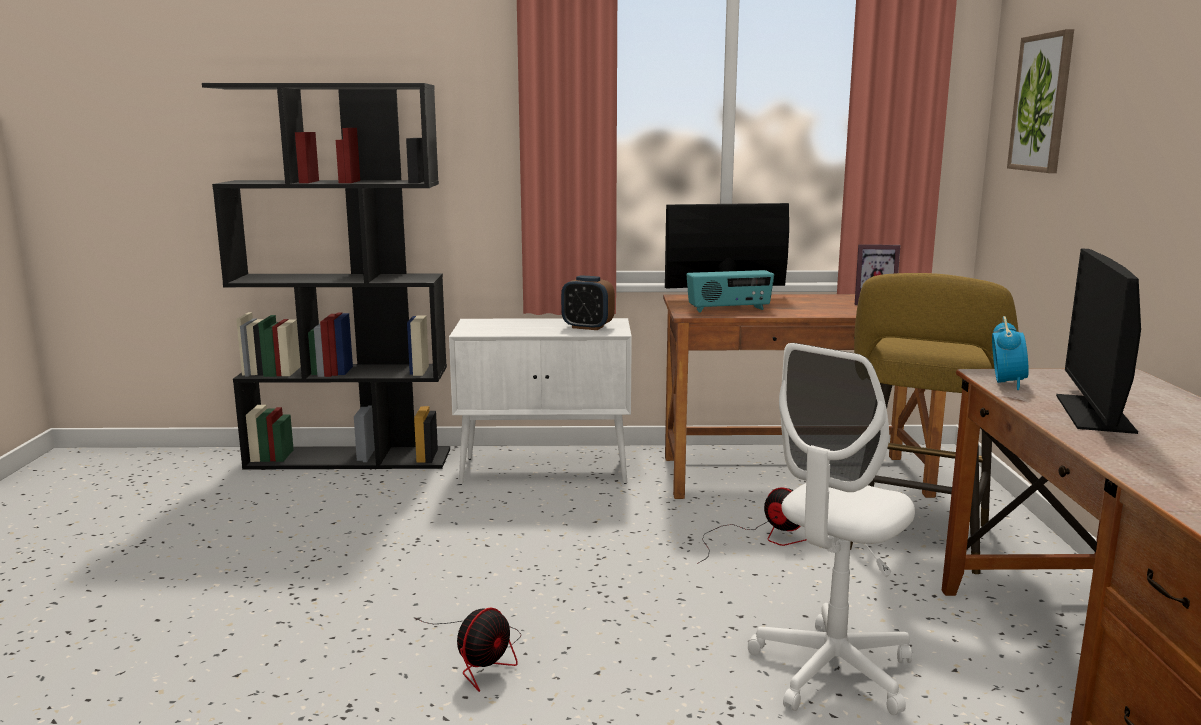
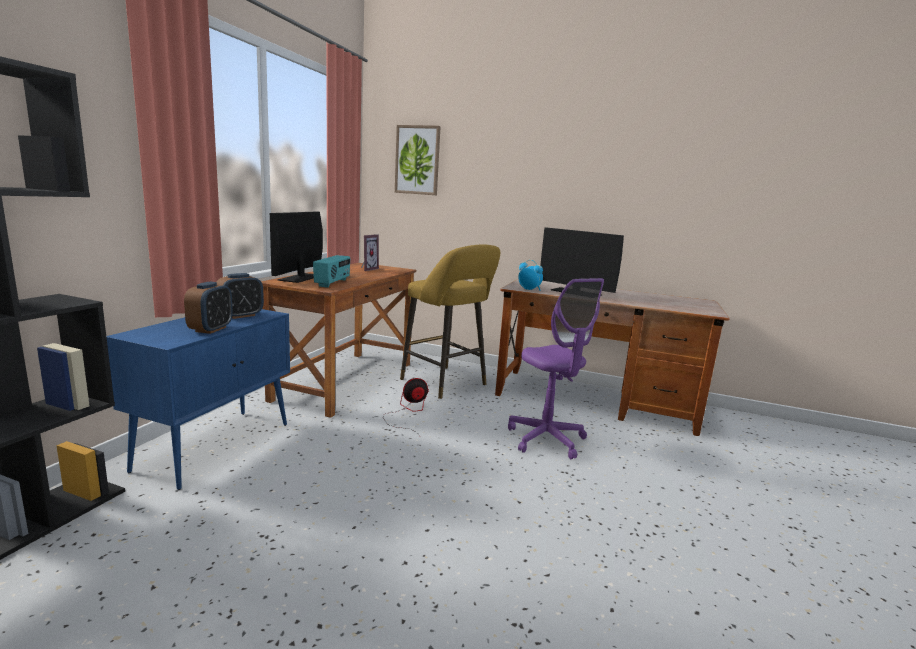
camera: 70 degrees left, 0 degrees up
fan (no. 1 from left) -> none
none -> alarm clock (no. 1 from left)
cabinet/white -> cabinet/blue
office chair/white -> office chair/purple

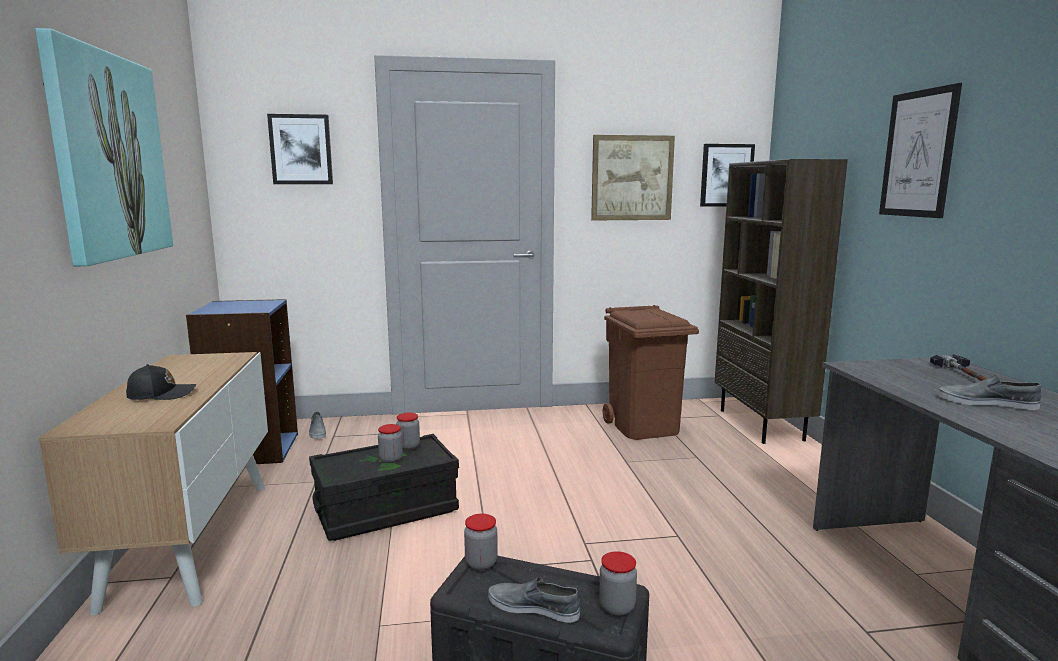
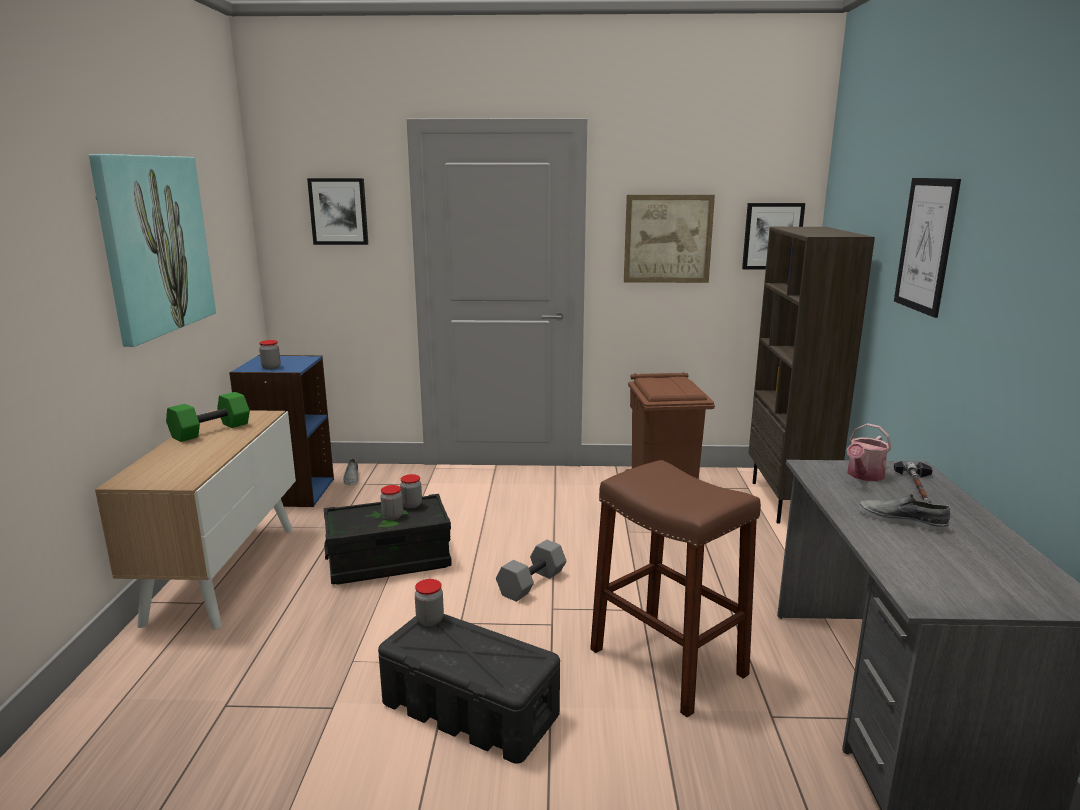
camera: 10 degrees right, 5 degrees up
cap/black -> none
shoe/grey (no. 2 from left) -> none
none -> dumbbell/green
none -> dumbbell/grey
none -> stool/brown
none -> watering can
jar (no. 4 from left in the first image) -> jar (no. 1 from left), shifted

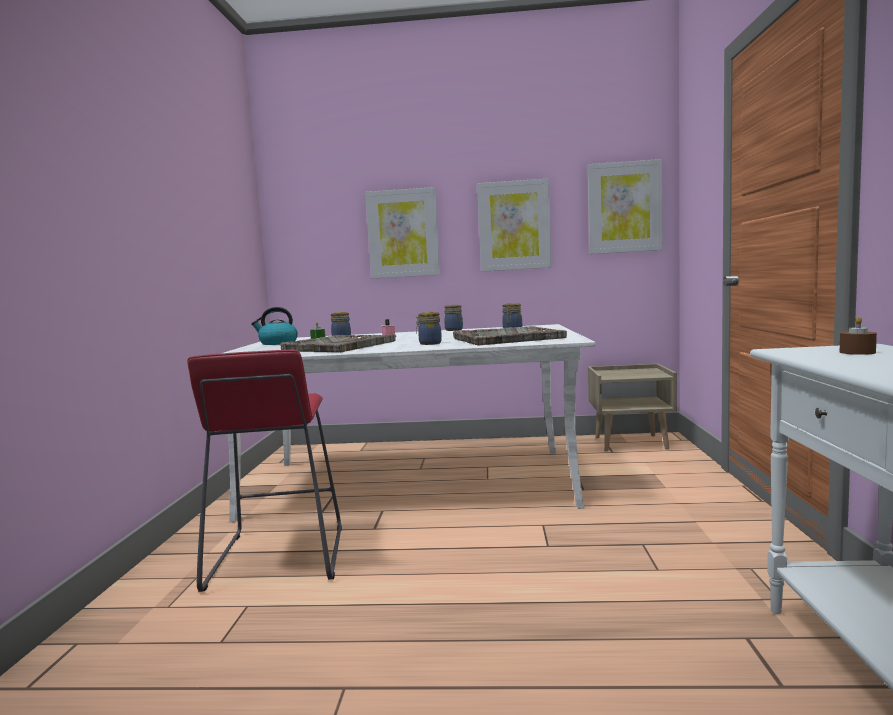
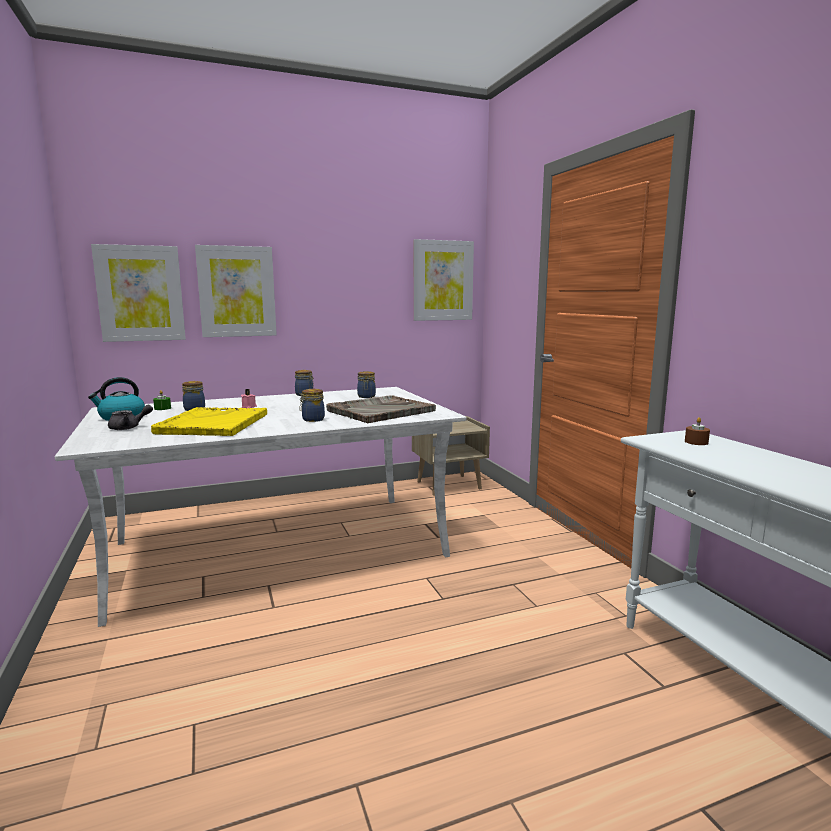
camera: 25 degrees left, 5 degrees up
stool/red -> none
none -> teapot/grey
picture (no. 2 from left in the first image) -> picture (no. 1 from left), shifted
tray/grey (no. 1 from left) -> tray/yellow

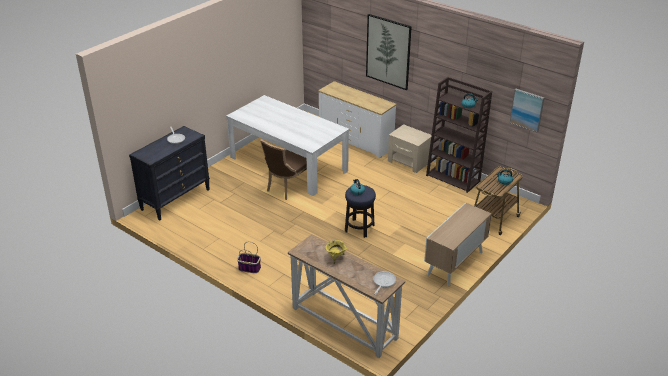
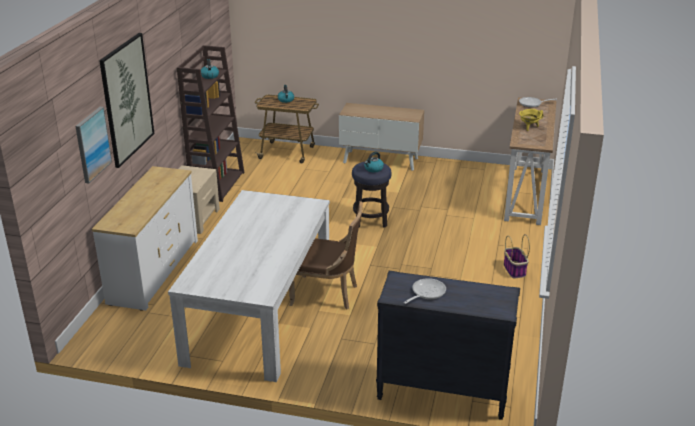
camera: 115 degrees left, 5 degrees down
picture (no. 2 from left in the first image) -> picture (no. 1 from left), shifted

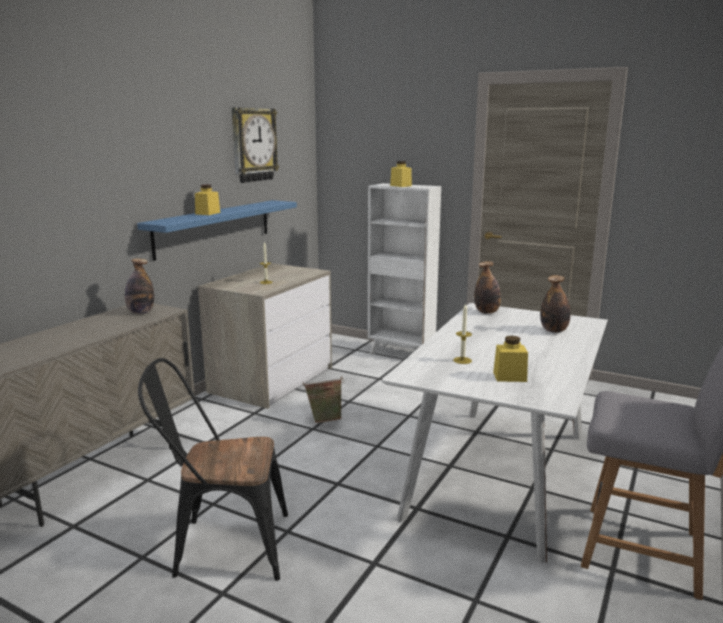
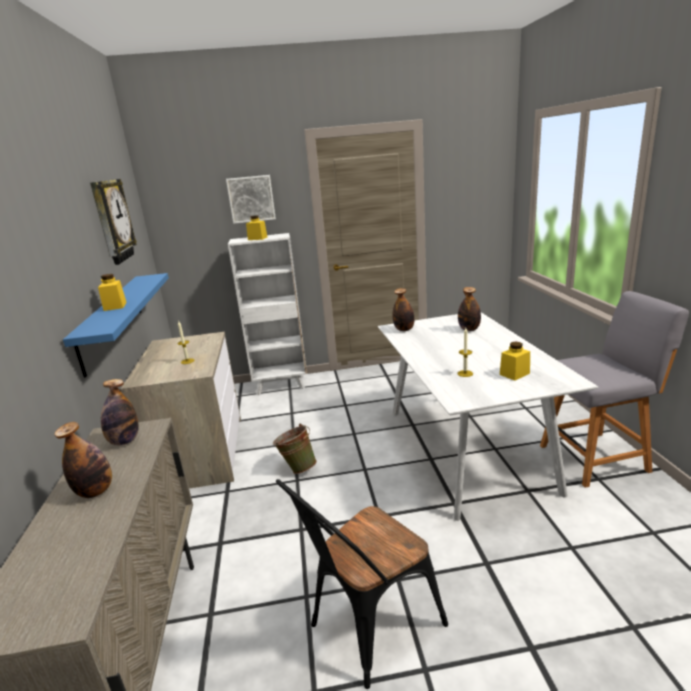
camera: 35 degrees left, 5 degrees up
none -> bottle (no. 1 from left)
none -> picture

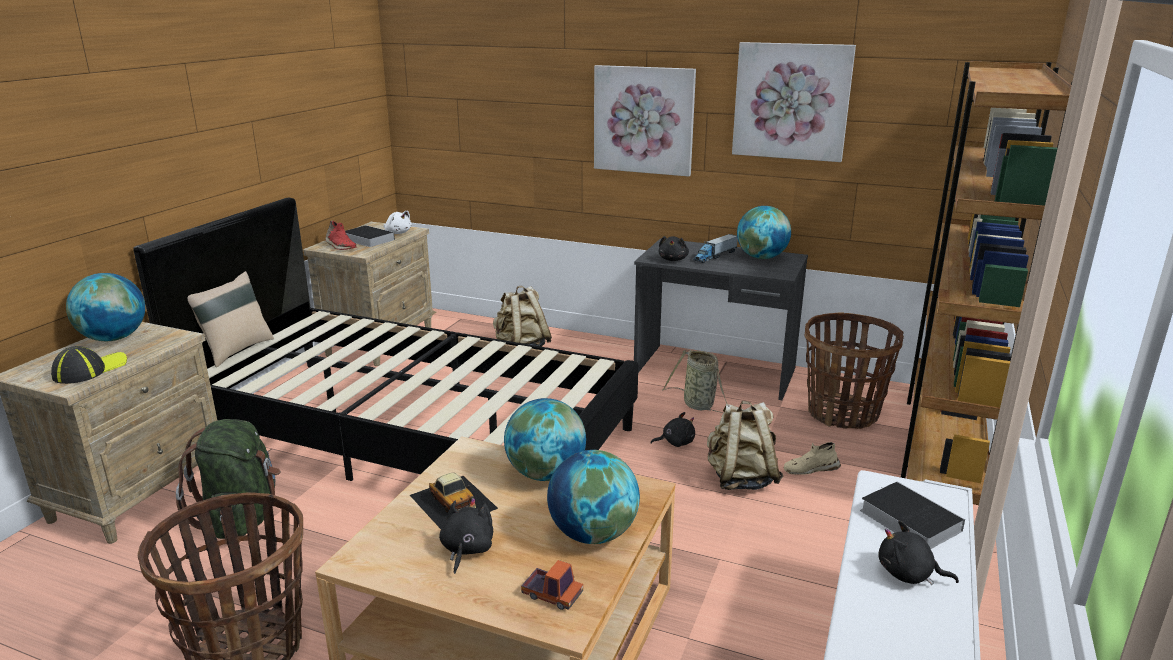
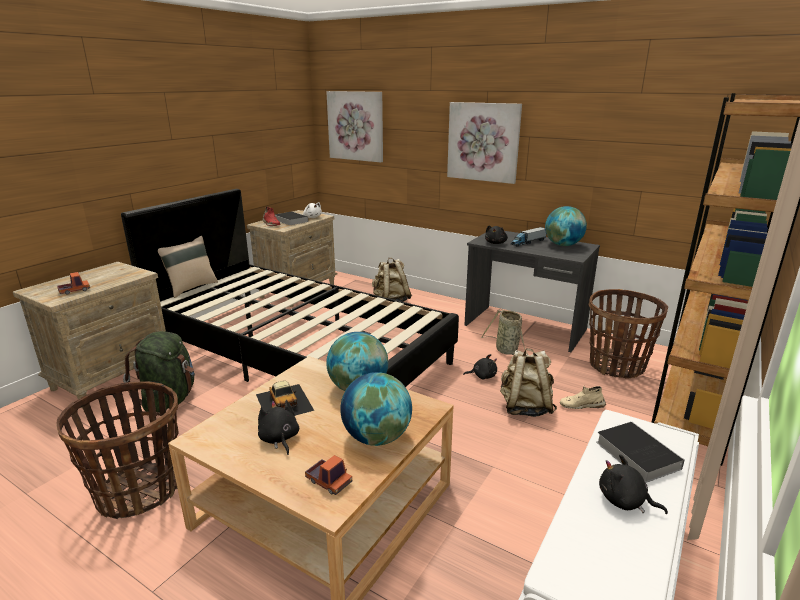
camera: 10 degrees right, 0 degrees up
globe (no. 1 from left) -> none
picture (no. 2 from left in the first image) -> picture (no. 1 from left), shifted
cap -> toy truck (no. 1 from left)
plush toy/black (no. 1 from left), 45 degrees counterclockwise

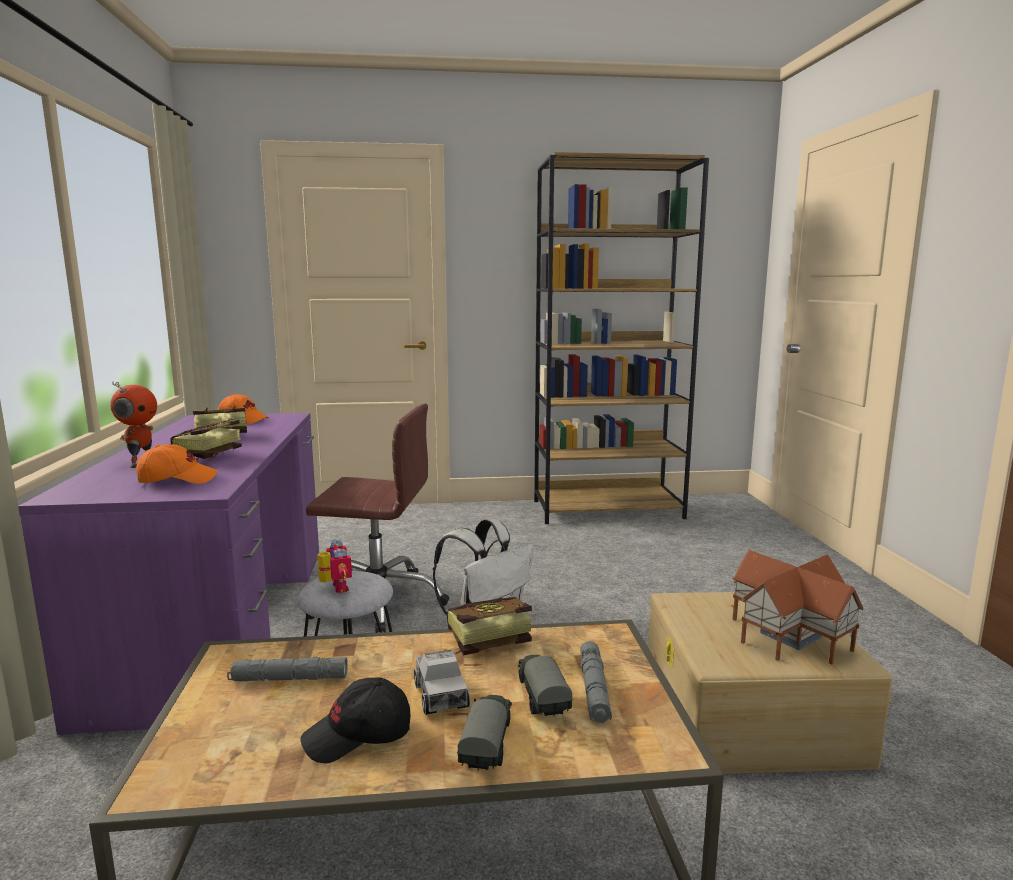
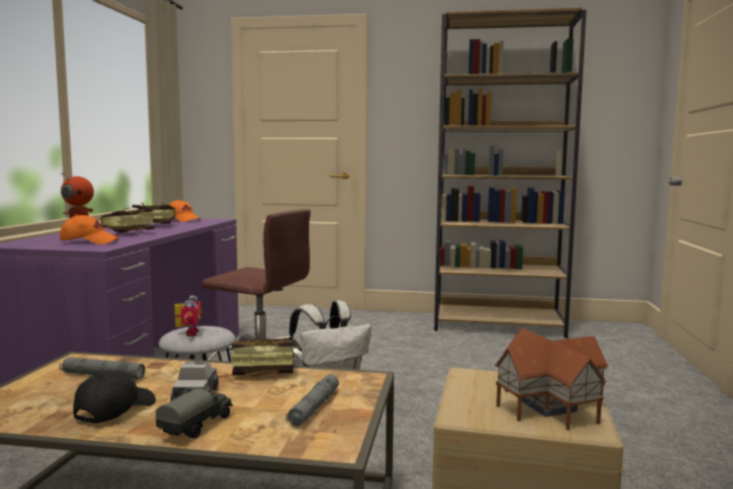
camera: 15 degrees right, 5 degrees down
toy truck (no. 3 from left) -> none
cap/black, 120 degrees clockwise

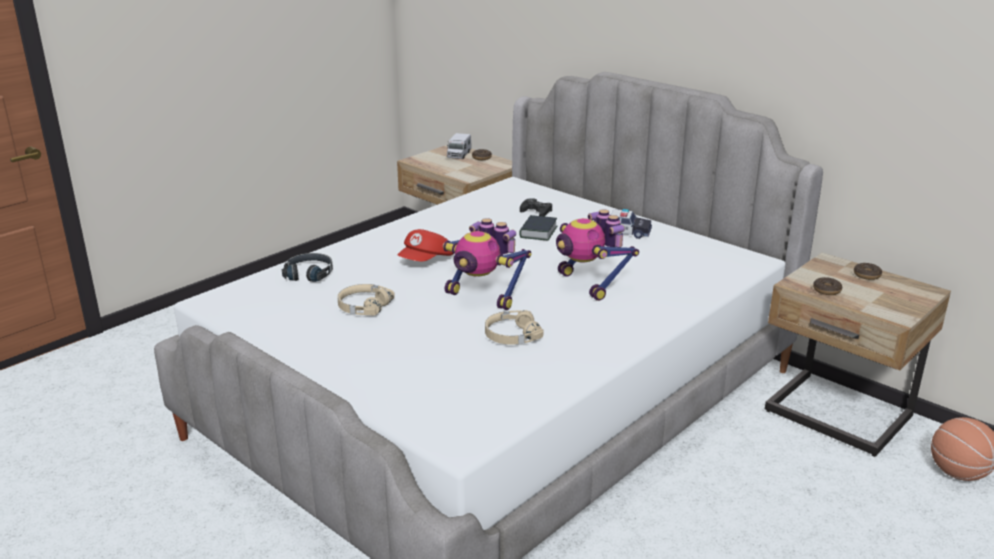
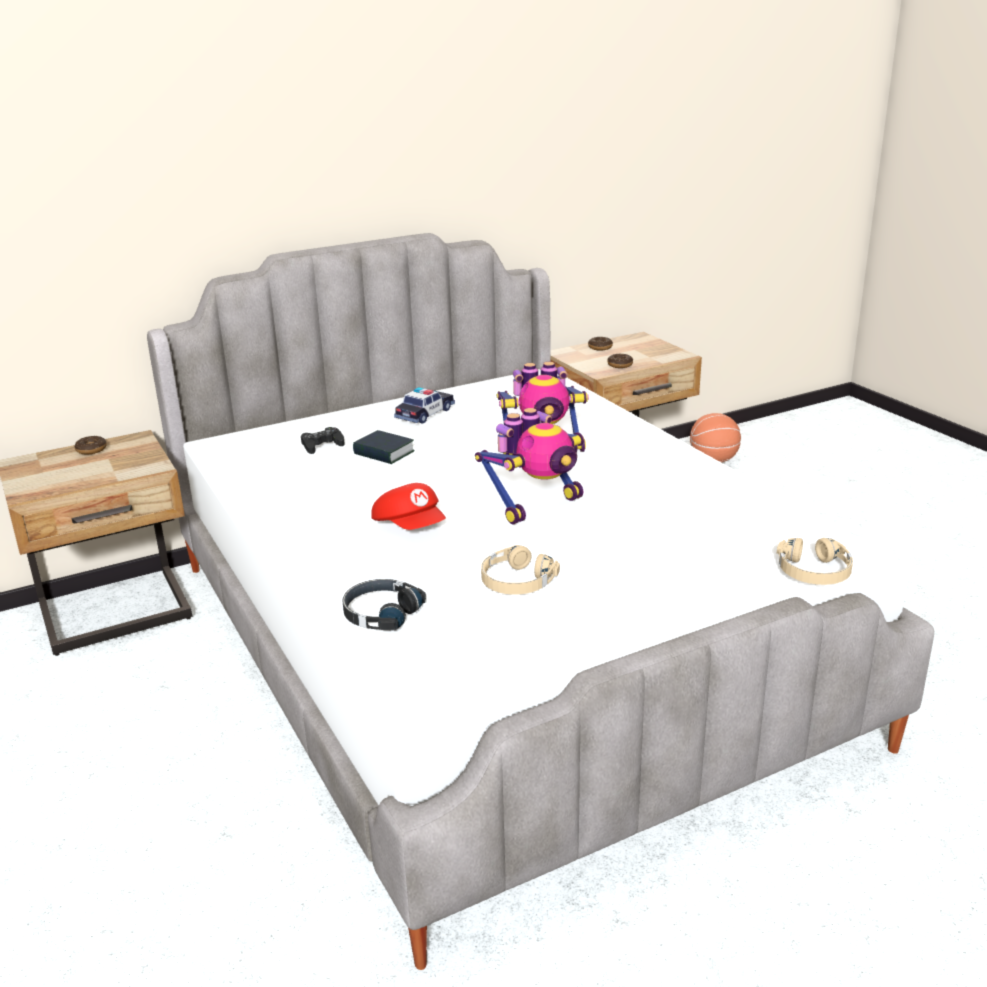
camera: 70 degrees left, 0 degrees up
toy truck -> none
headphones/beige (no. 2 from left), shifted

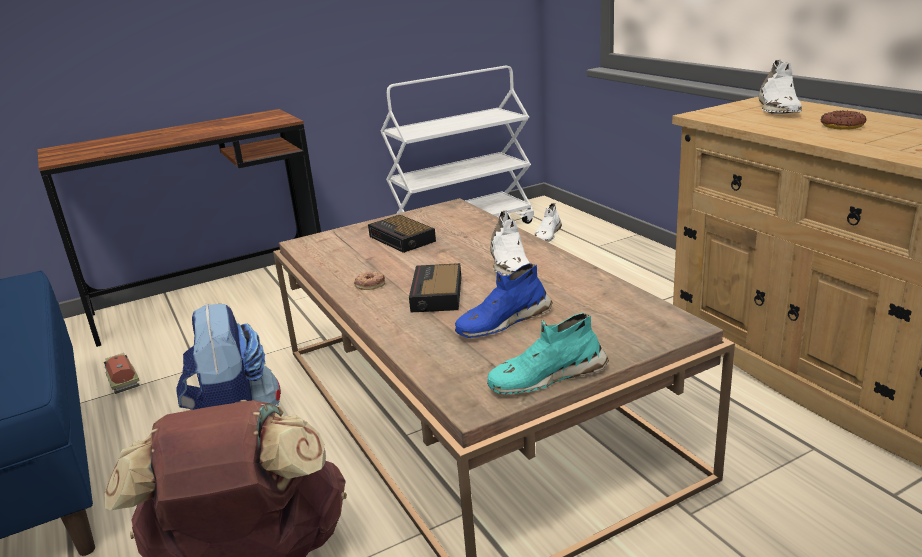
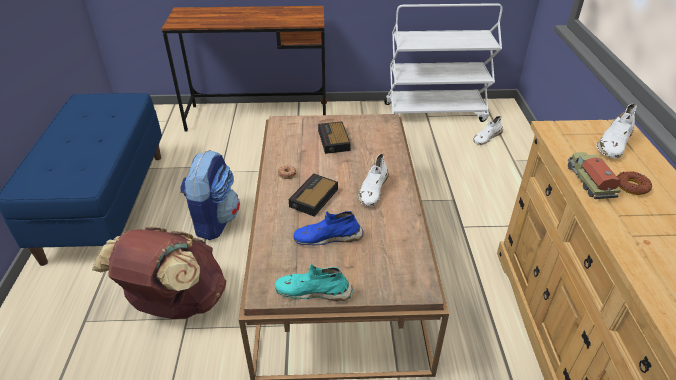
camera: 25 degrees right, 15 degrees up
toy truck, shifted

